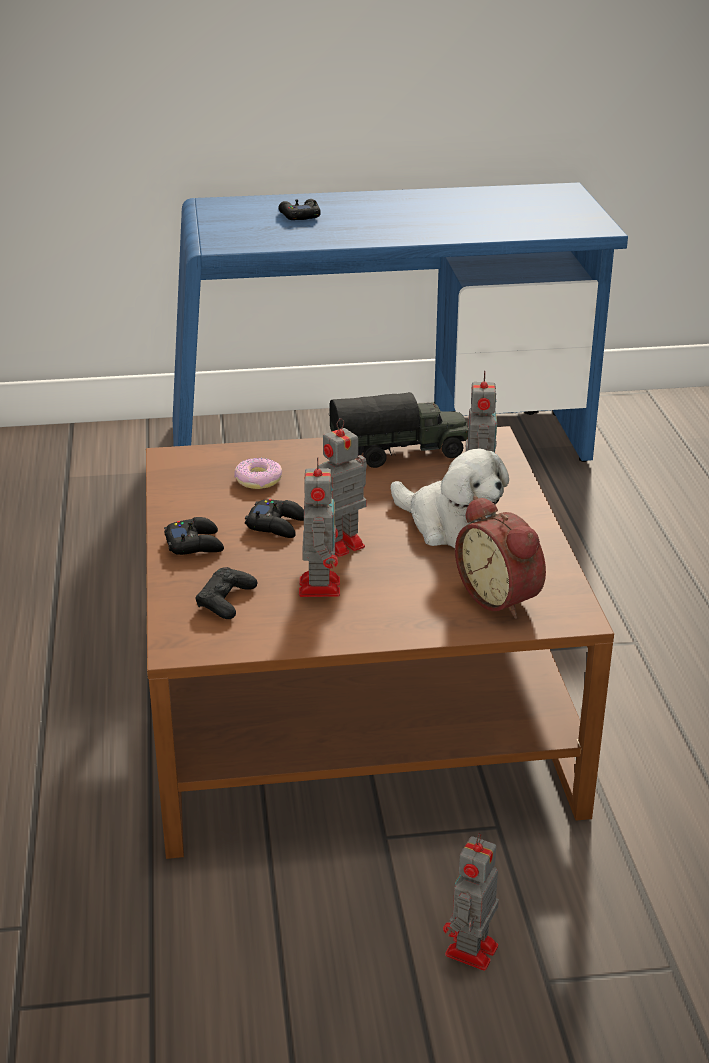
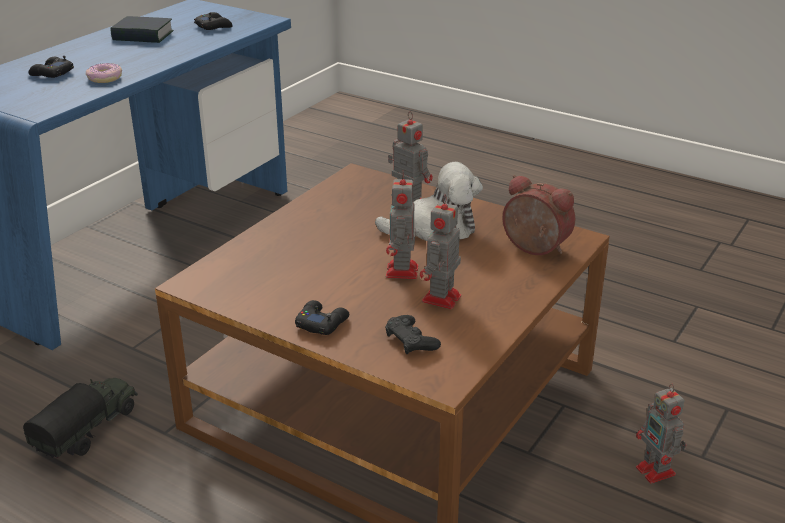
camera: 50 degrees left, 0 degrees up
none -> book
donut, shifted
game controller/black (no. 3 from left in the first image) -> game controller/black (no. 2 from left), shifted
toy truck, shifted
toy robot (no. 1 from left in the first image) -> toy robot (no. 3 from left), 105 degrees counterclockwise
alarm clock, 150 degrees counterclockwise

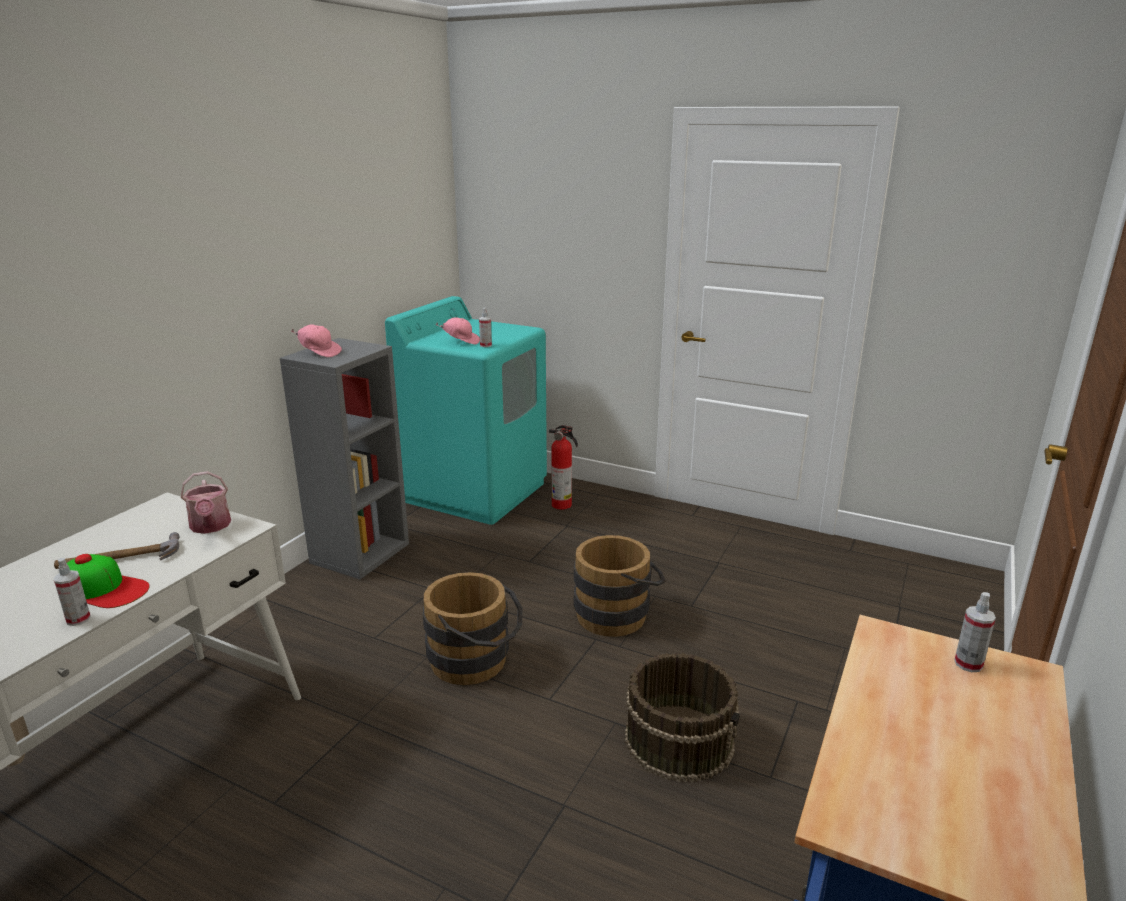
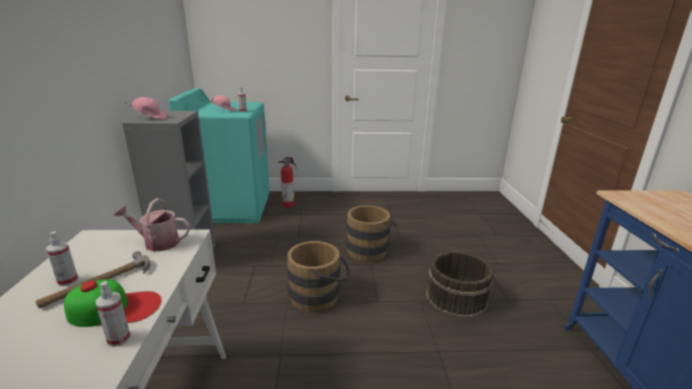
camera: 30 degrees left, 0 degrees up
spray bottle (no. 3 from left in the first image) -> spray bottle (no. 1 from left), shifted
watering can, 150 degrees clockwise

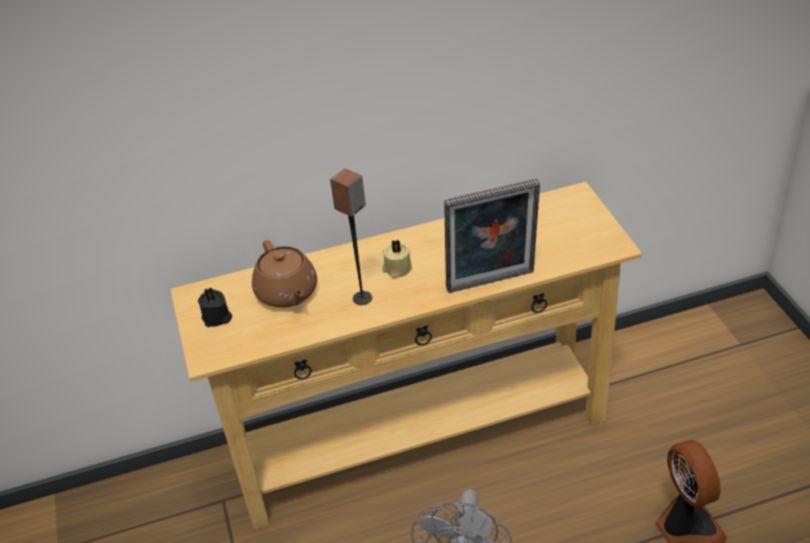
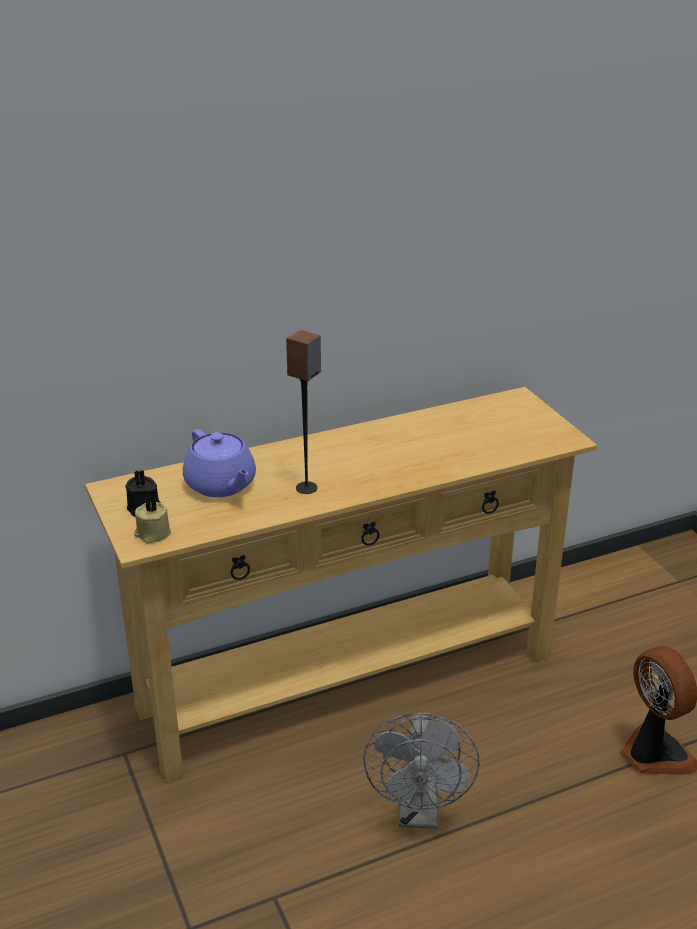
camera: 10 degrees left, 10 degrees down
picture frame -> none
candle/beige, shifted
teapot/brown -> teapot/purple

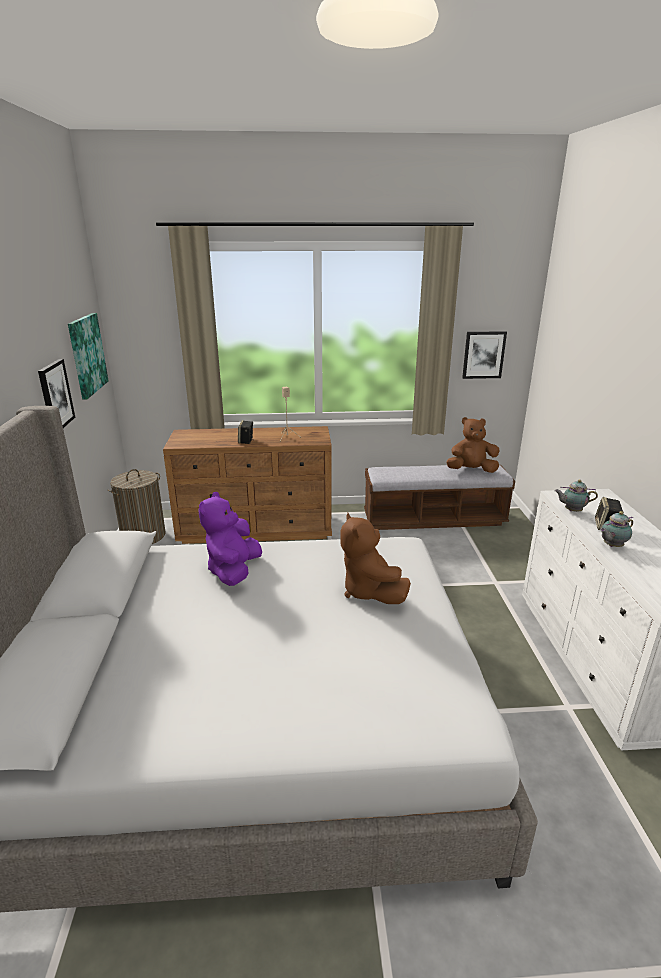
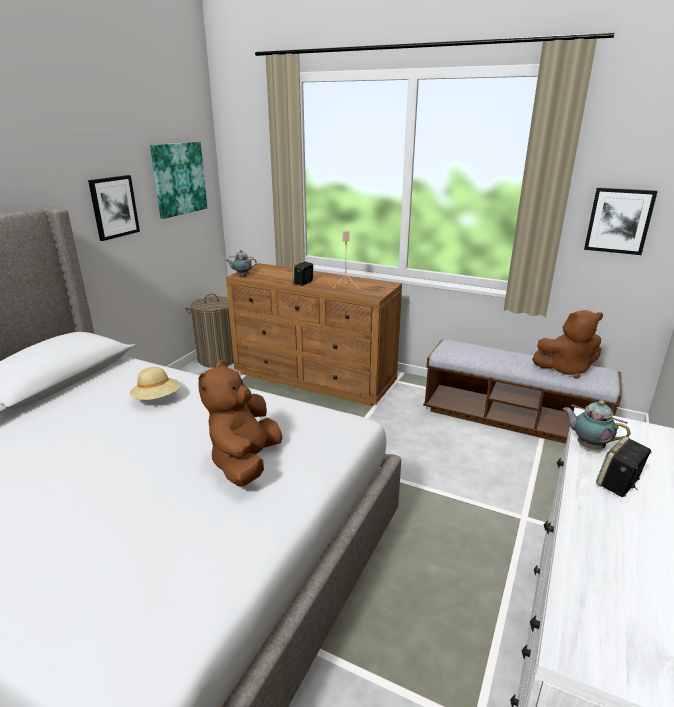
camera: 30 degrees right, 0 degrees up
teapot (no. 2 from left in the first image) -> teapot (no. 1 from left), shifted
plush toy/purple -> hat/beige
plush toy/brown (no. 2 from left), 150 degrees clockwise

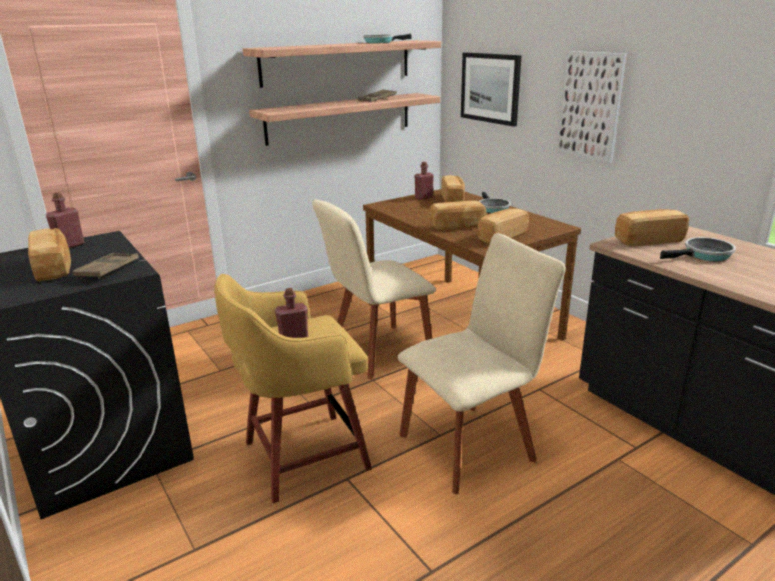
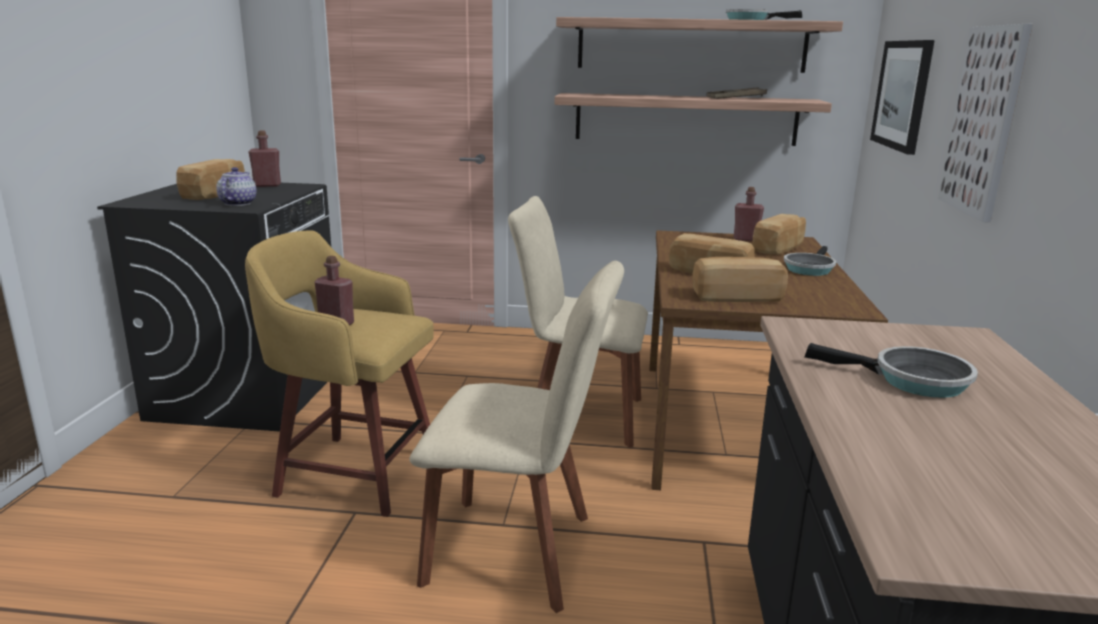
camera: 40 degrees right, 5 degrees down
bread (no. 5 from left) -> none
tray/brown (no. 1 from left) -> teapot

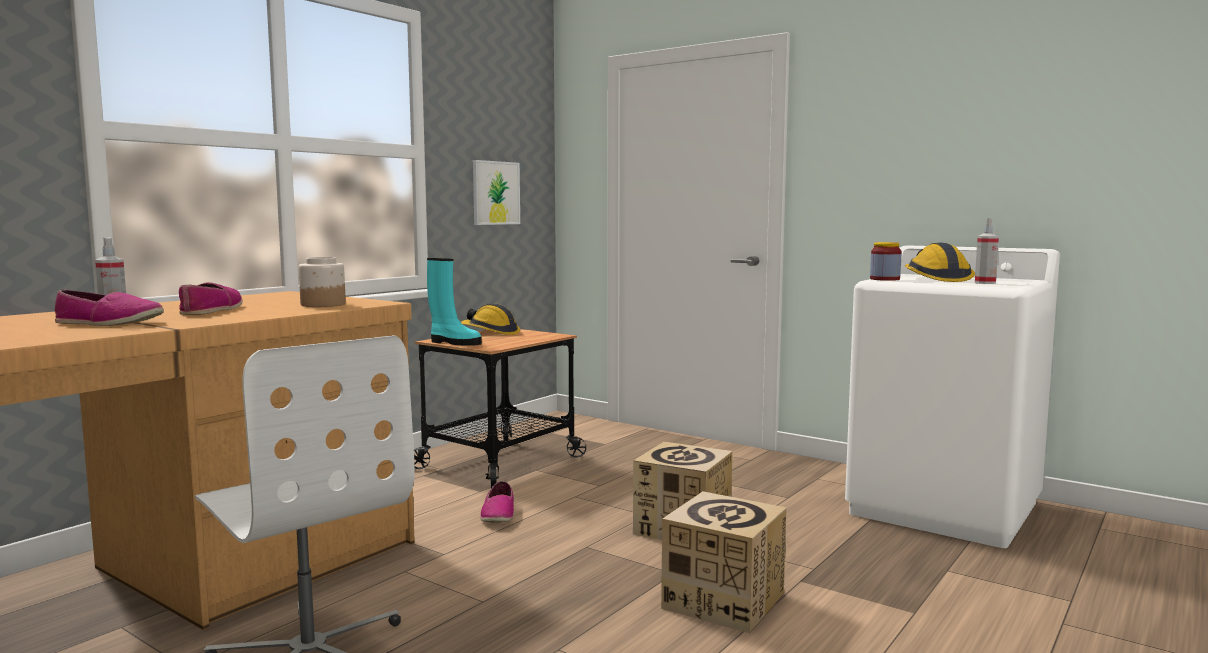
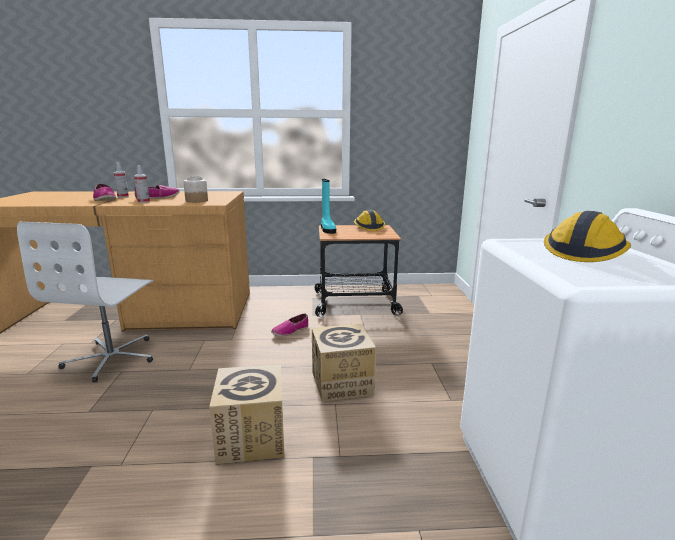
camera: 50 degrees right, 10 degrees up
picture -> none
jar (no. 2 from left) -> none
spray bottle (no. 2 from left), shifted

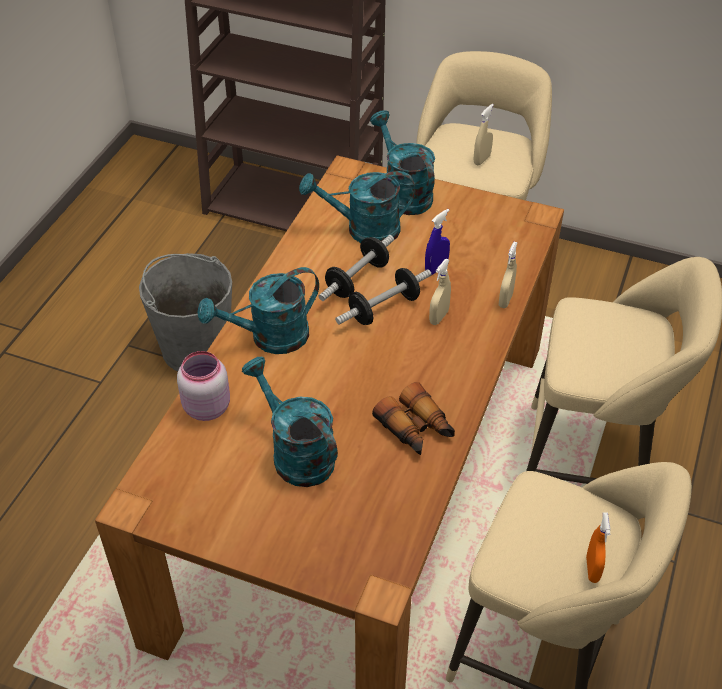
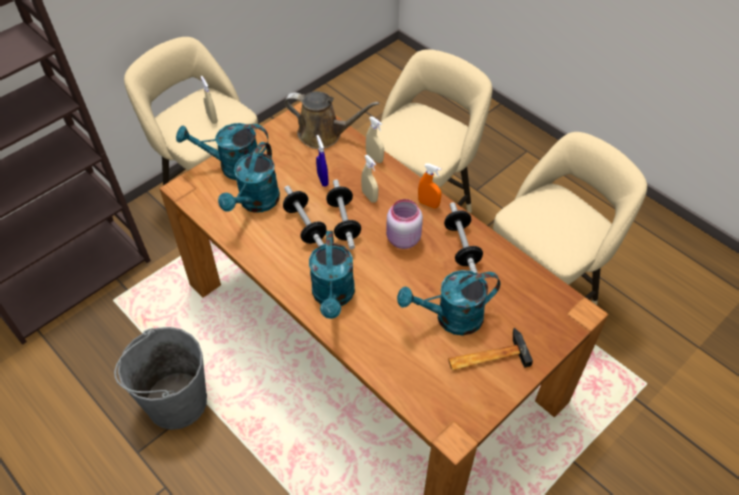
camera: 65 degrees left, 5 degrees up
none -> watering can/brown
none -> hammer
jar/pink, shifted
spray bottle/orange, shifted
binoculars -> dumbbell (no. 3 from left)

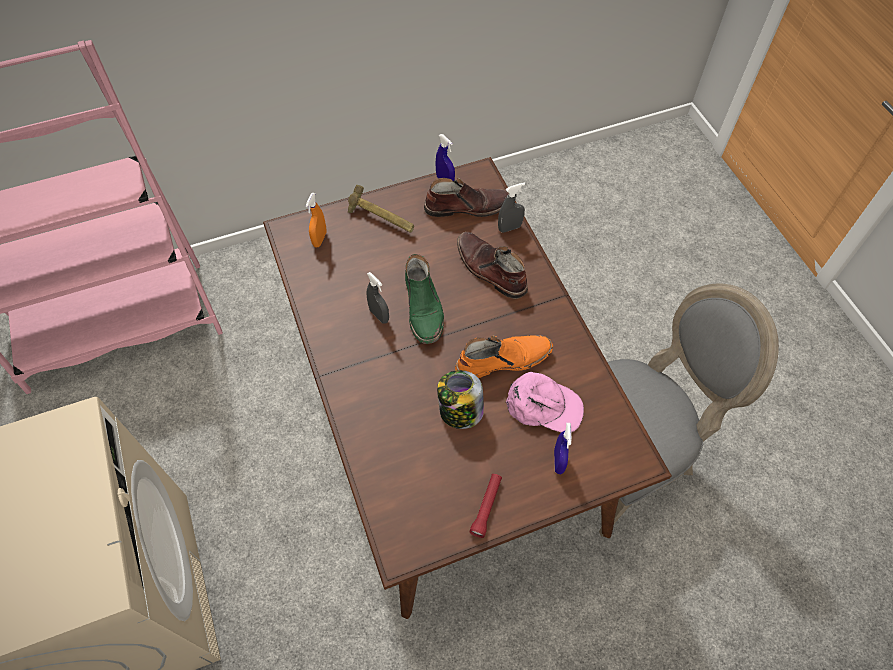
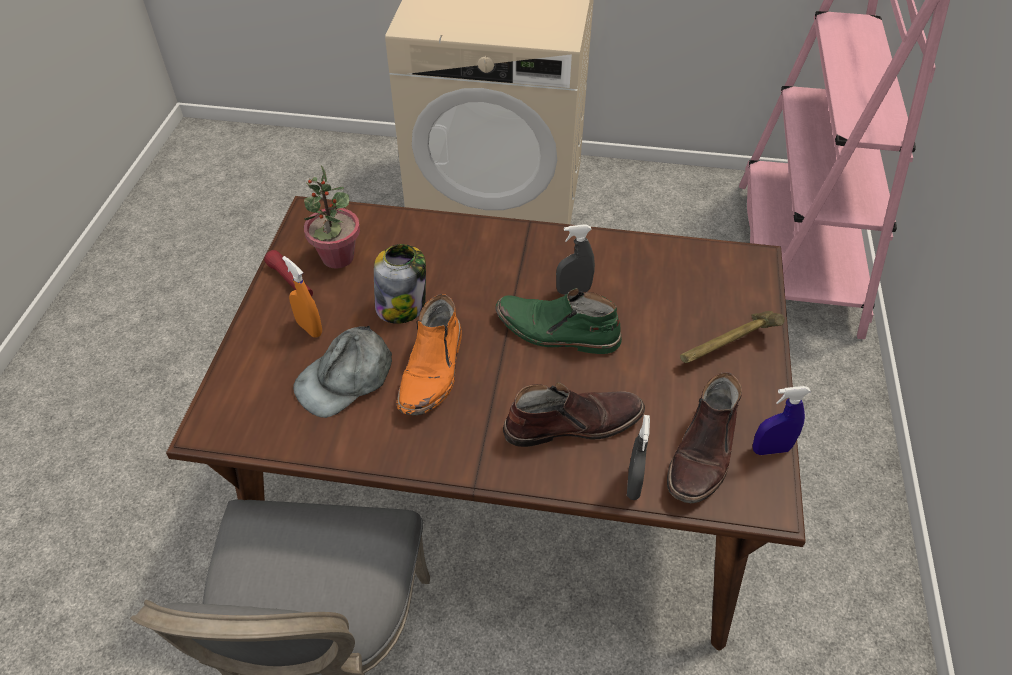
camera: 120 degrees right, 10 degrees down
spray bottle/blue (no. 2 from left) -> none
none -> potted plant
spray bottle/orange, shifted
cap/pink -> cap/grey

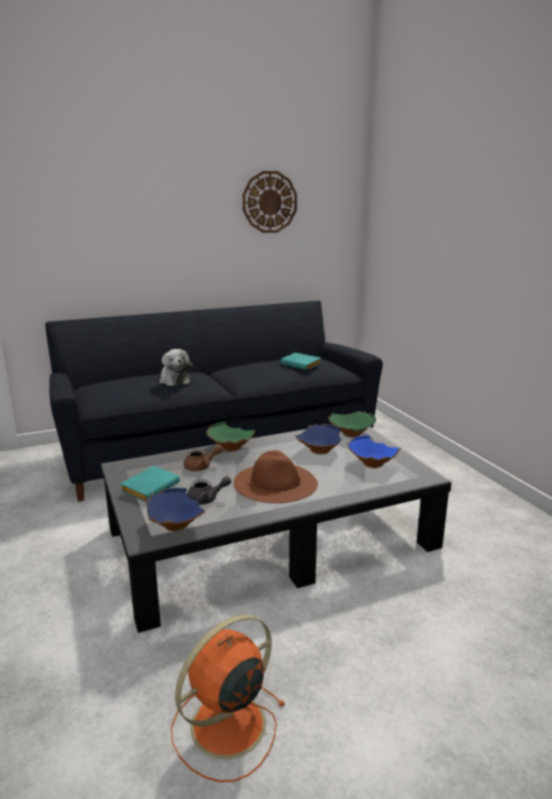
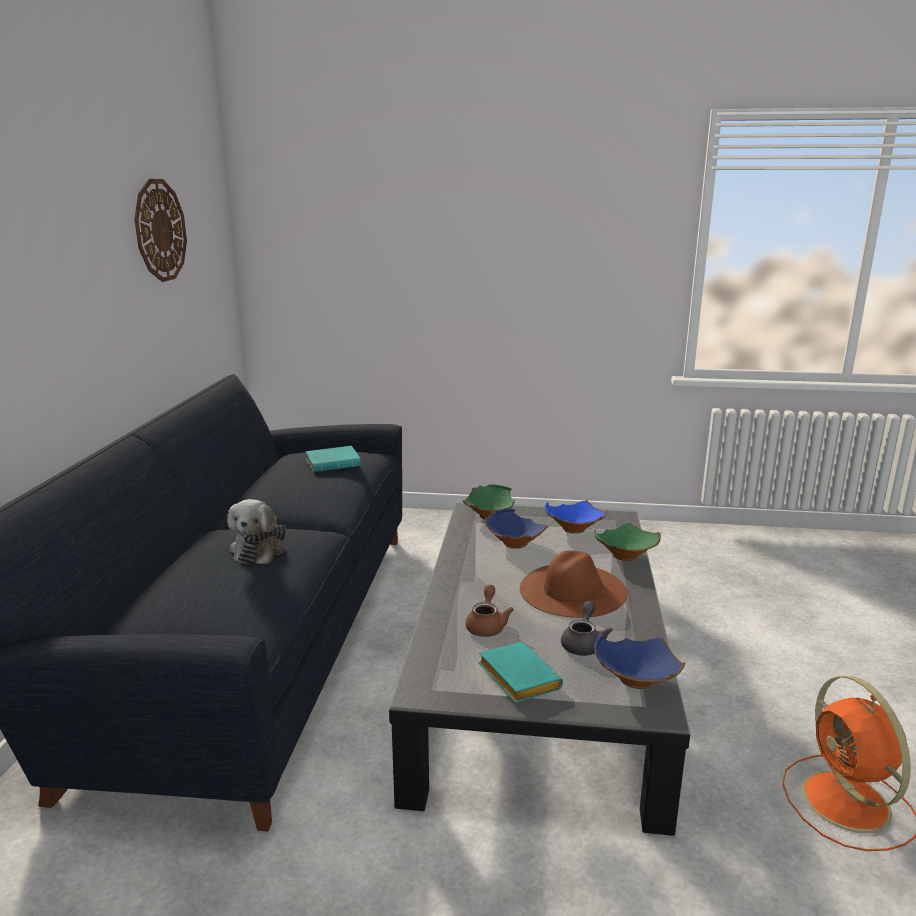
camera: 60 degrees left, 0 degrees up
bowl/green (no. 1 from left in the first image) -> bowl/green (no. 2 from left), shifted
plush toy, 90 degrees clockwise

